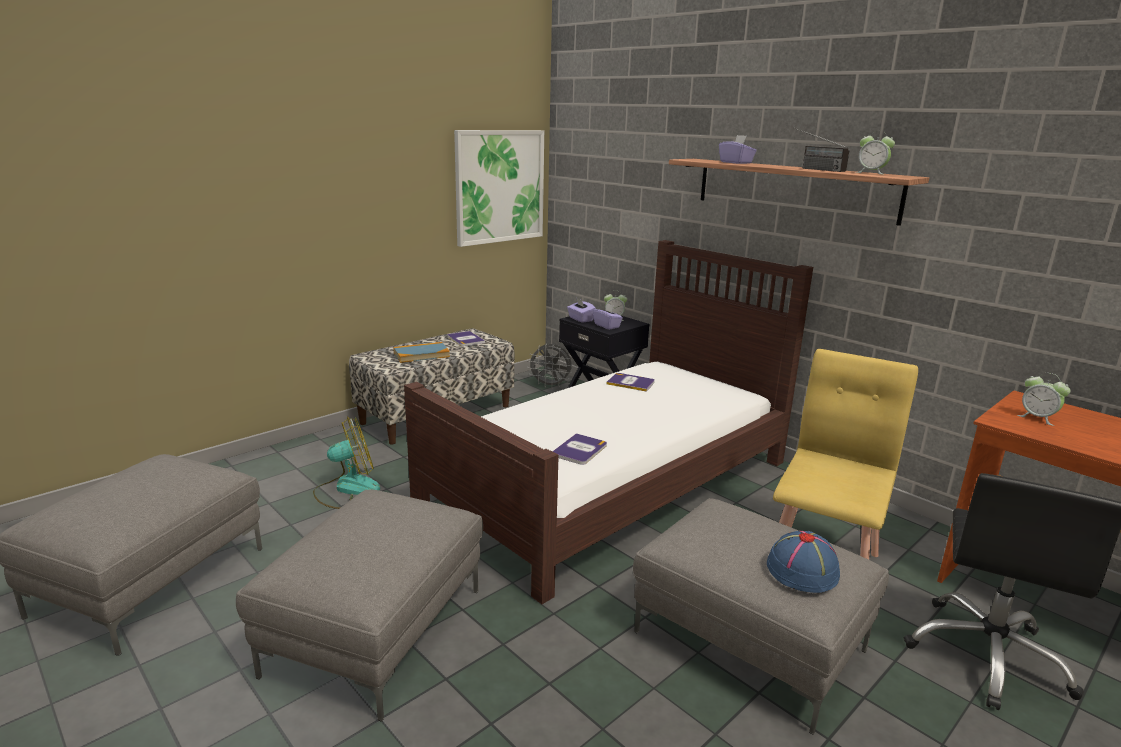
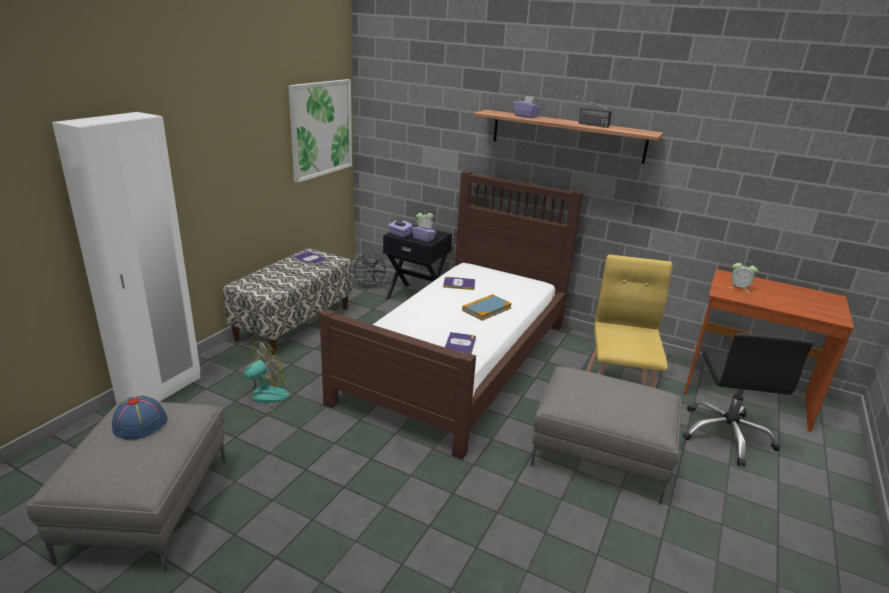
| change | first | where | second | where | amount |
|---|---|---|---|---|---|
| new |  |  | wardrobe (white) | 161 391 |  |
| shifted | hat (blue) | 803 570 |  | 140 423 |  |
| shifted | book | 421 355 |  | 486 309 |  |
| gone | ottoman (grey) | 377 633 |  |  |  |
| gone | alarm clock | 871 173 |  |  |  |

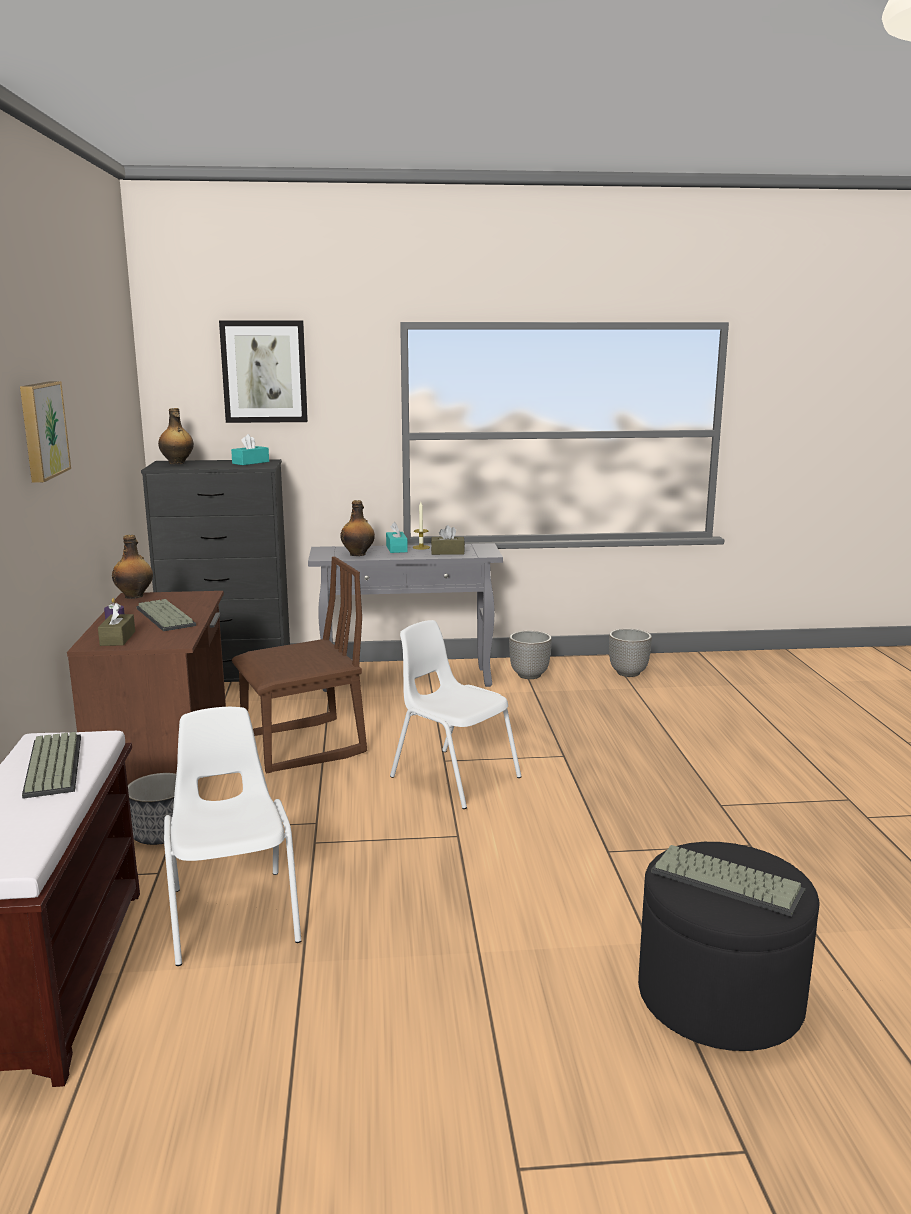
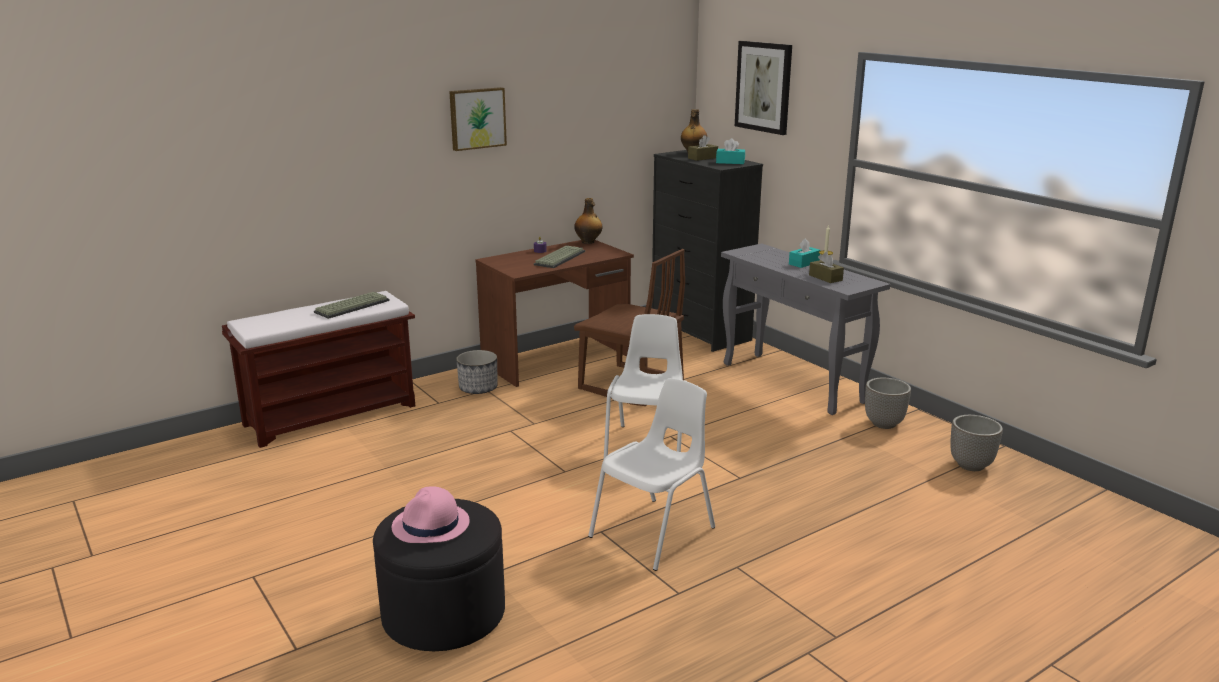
| change | first | where | second | where | amount |
|---|---|---|---|---|---|
| swapped | keyboard | 729 881 | hat (pink) | 431 525 |  |
| shifted | chair (white) | 233 914 |  | 655 532 |  |
| shifted | tissue box (brown) | 117 638 |  | 702 158 |  |
| gone | bottle | 358 554 |  |  |  |

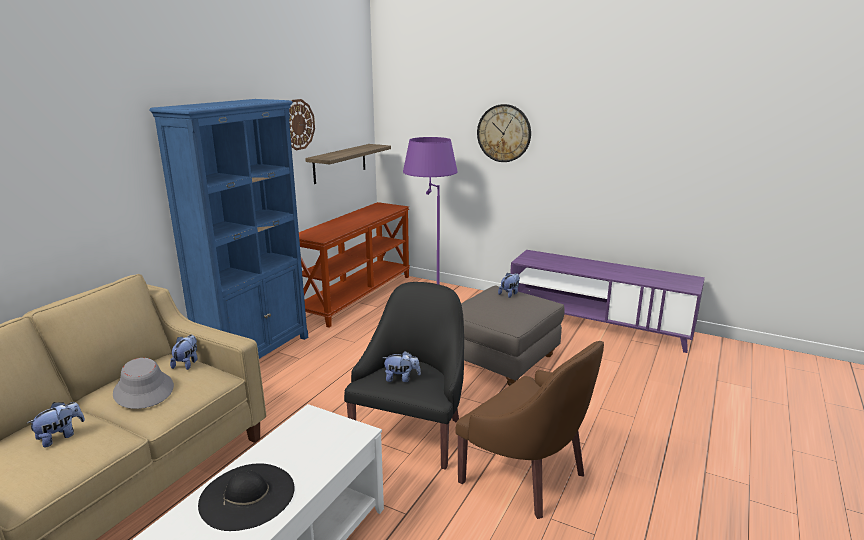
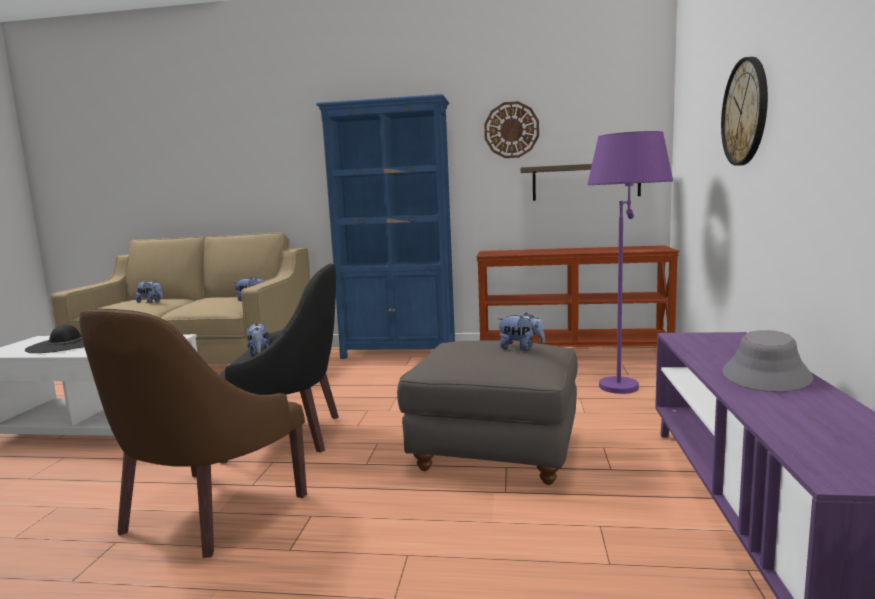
| change | first | where | second | where | amount |
|---|---|---|---|---|---|
| shifted | hat (grey) | 144 390 |  | 766 376 |  |

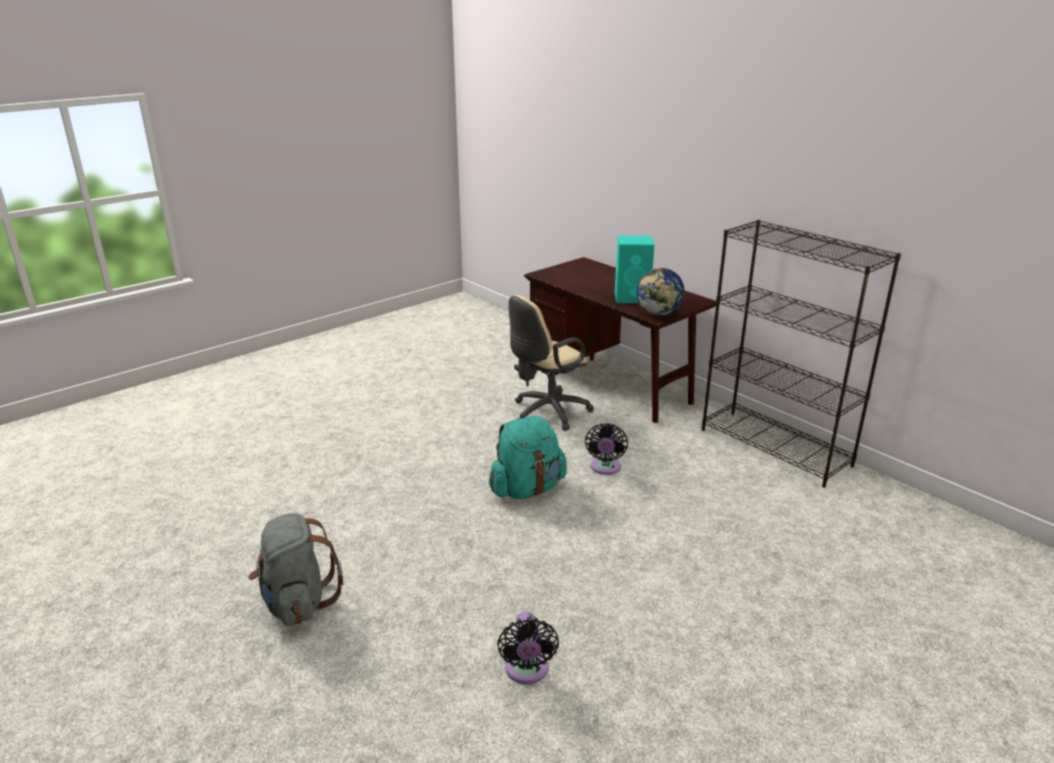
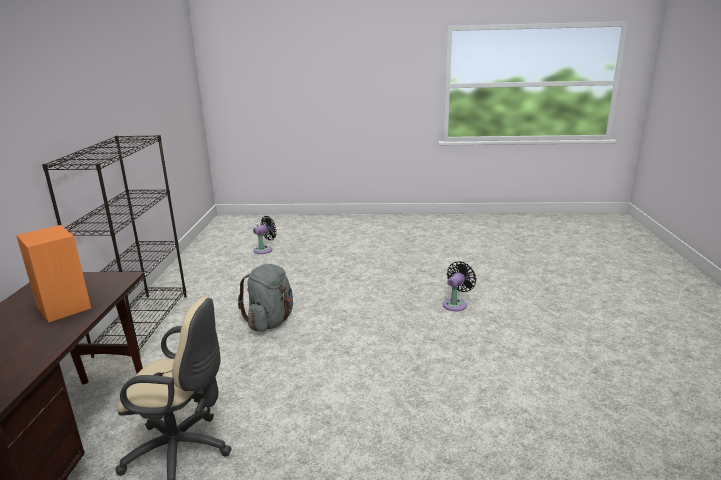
| change | first | where | second | where | amount |
|---|---|---|---|---|---|
| repainted | speaker (turquoise) | 633 297 | speaker (orange) | 63 307 |  |
| shifted | backpack (grey) | 297 602 |  | 271 322 |  |
| shifted | fan (black) | 605 468 |  | 265 250 |  |
| gone | backpack (turquoise) | 527 489 |  |  |  |
| gone | globe | 658 313 |  |  |  |

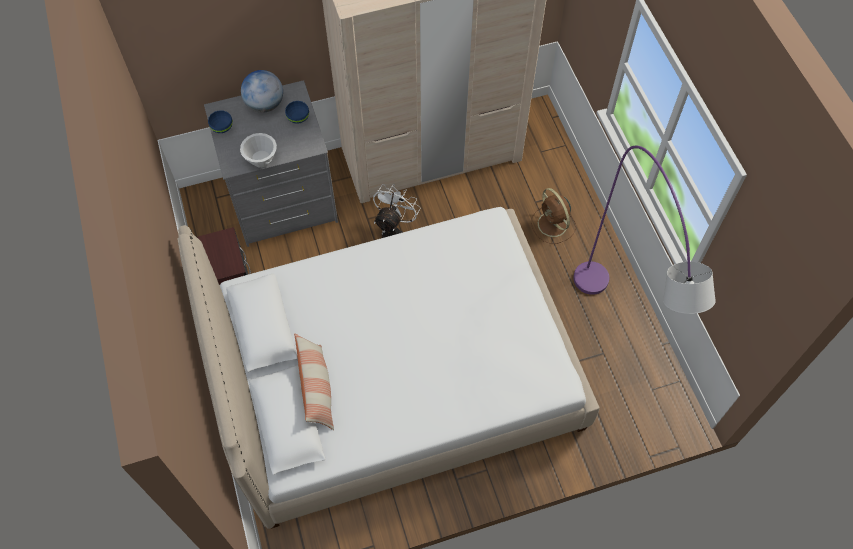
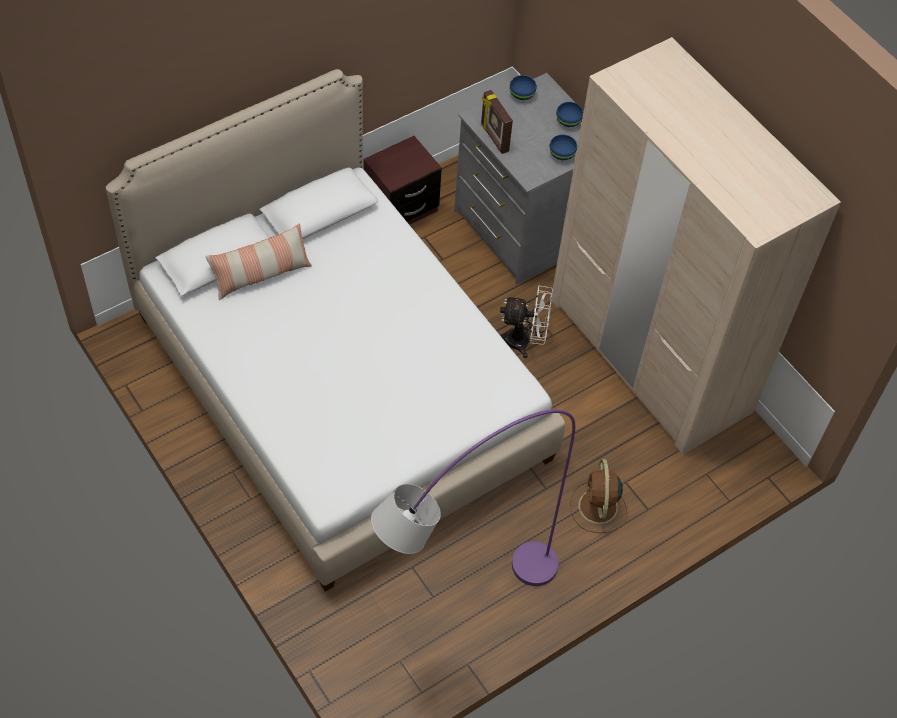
| change | first | where | second | where | amount |
|---|---|---|---|---|---|
| swapped | bowl (white) | 261 160 | picture frame | 494 138 |  |
| swapped | globe | 265 104 | bowl (blue) | 568 122 |  |
| rotated | fan (brown) | 553 225 |  | 598 508 | 45 degrees counterclockwise |

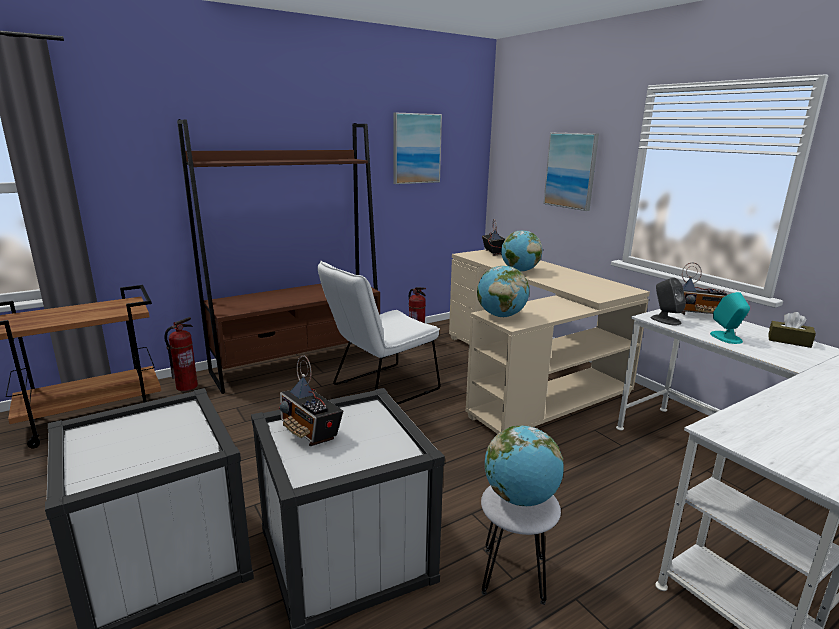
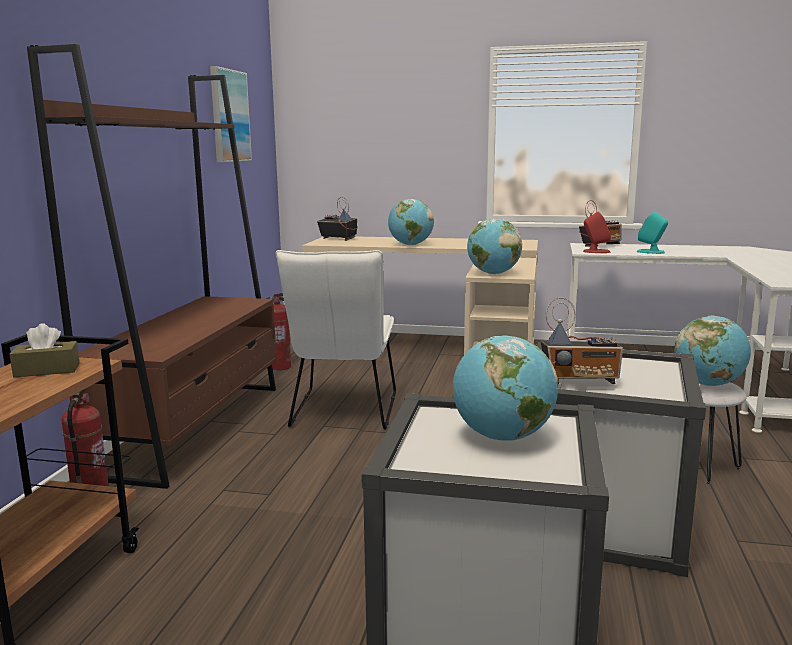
| change | first | where | second | where | amount |
|---|---|---|---|---|---|
| shifted | tissue box (brown) | 789 341 |  | 47 370 |  |
| new |  |  | globe | 502 437 |  |
| repainted | speaker (grey) | 665 320 | speaker (red) | 596 251 |  |
| gone | picture | 571 170 |  |  |  |

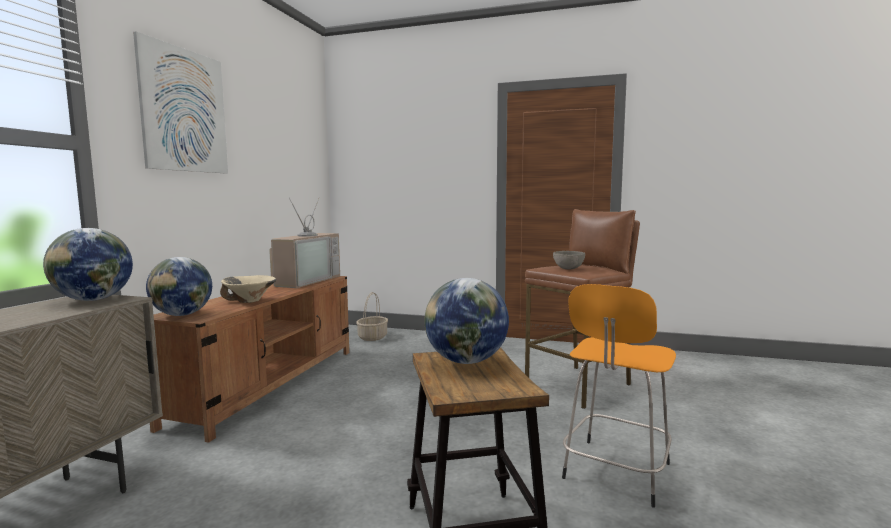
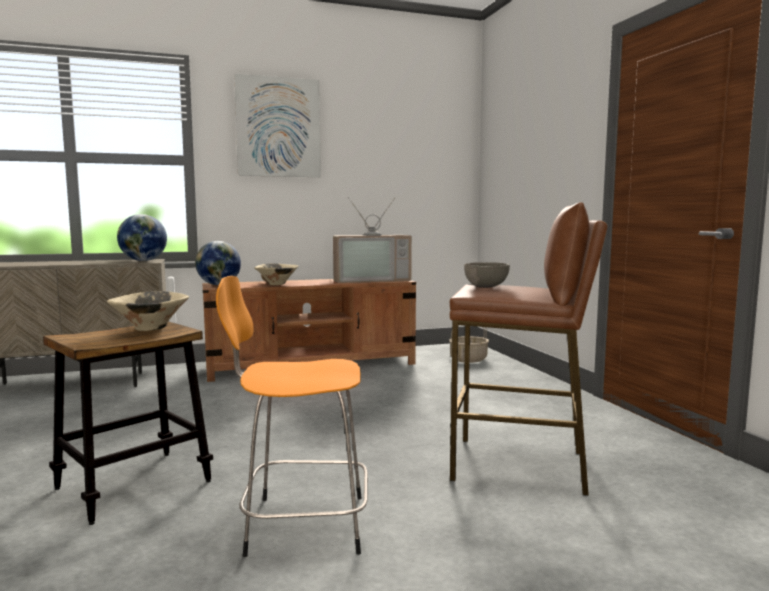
| change | first | where | second | where | amount |
|---|---|---|---|---|---|
| swapped | globe | 466 361 | bowl (beige) | 150 329 |  |

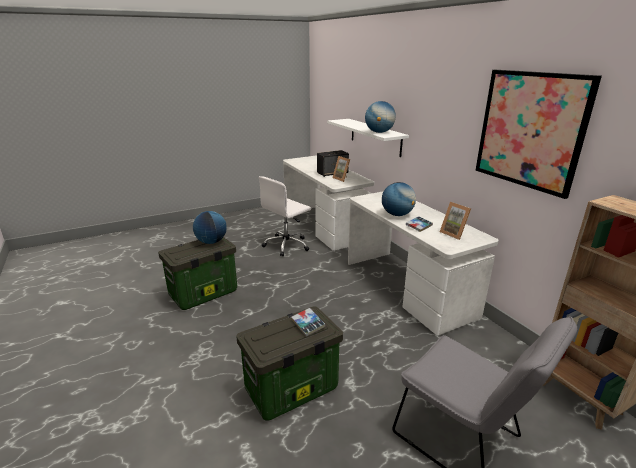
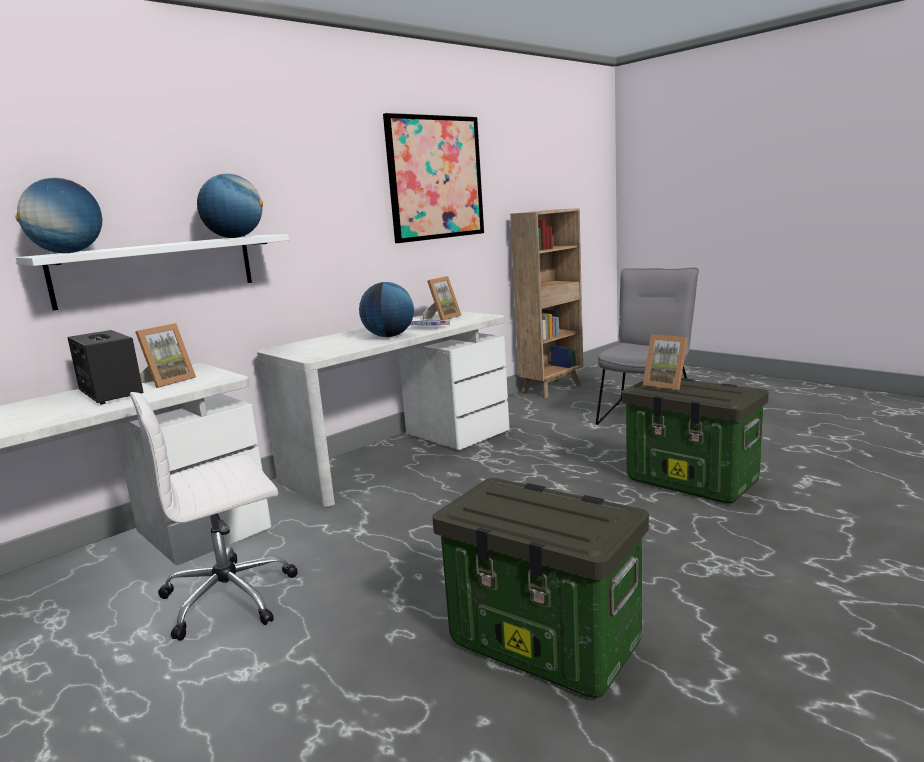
| change | first | where | second | where | amount |
|---|---|---|---|---|---|
| shifted | globe | 211 242 |  | 69 253 |  |
| rotated | office chair (white) | 287 245 |  | 231 596 | 120 degrees clockwise |
| swapped | book | 308 324 | picture frame | 666 384 |  |

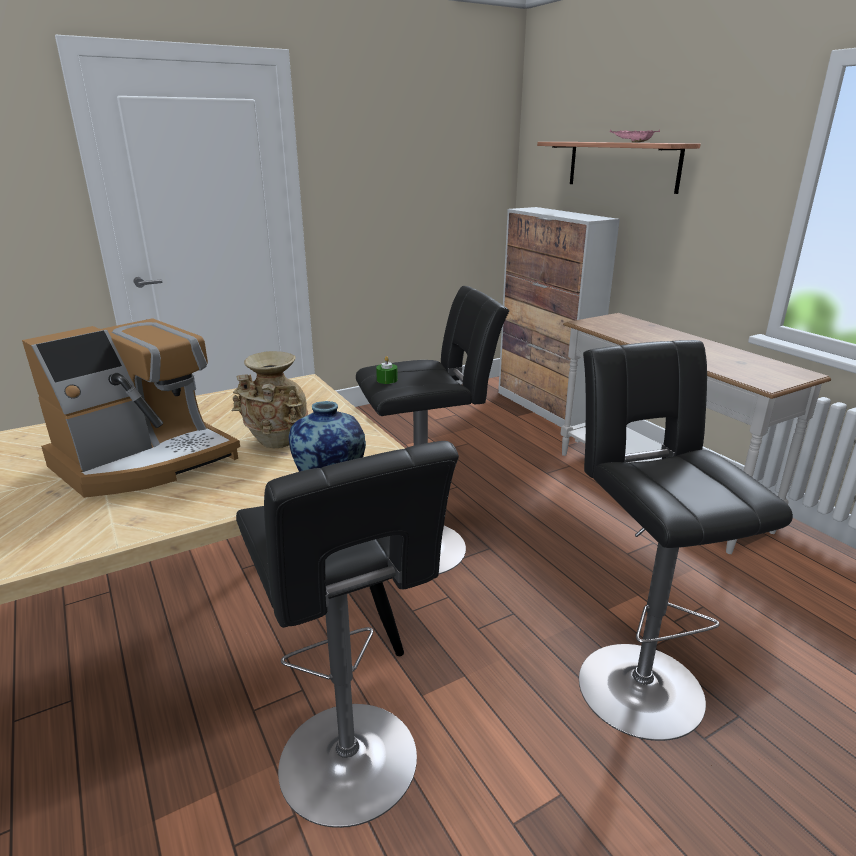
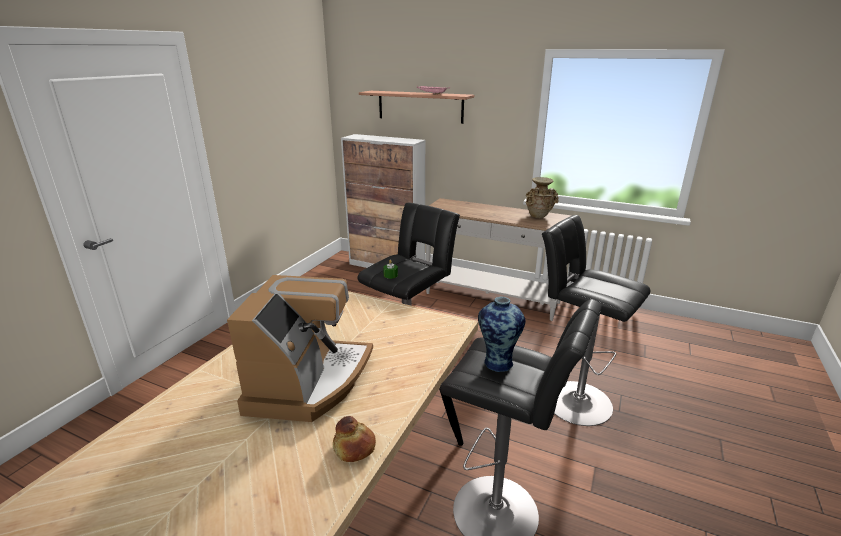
| change | first | where | second | where | amount |
|---|---|---|---|---|---|
| new |  |  | bread | 354 448 |  |
| shifted | vase (beige) | 276 443 |  | 539 216 |  |

